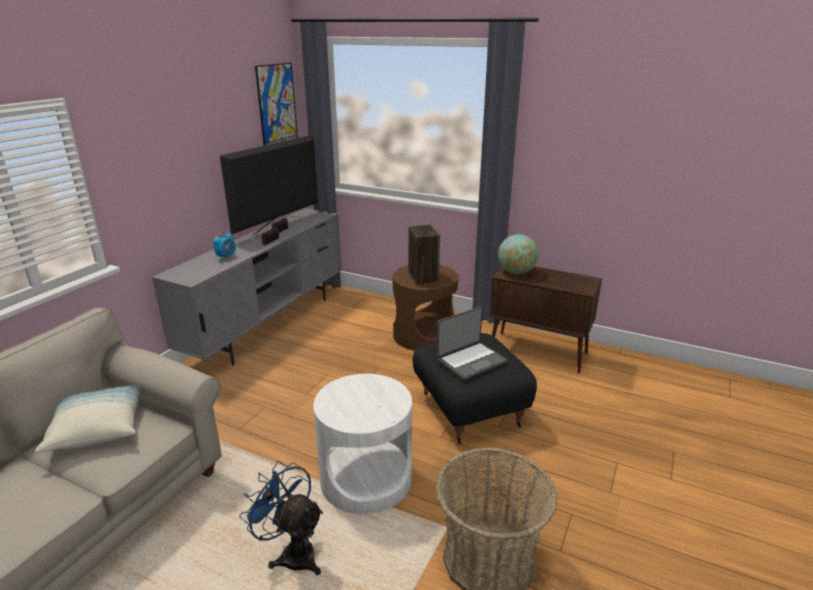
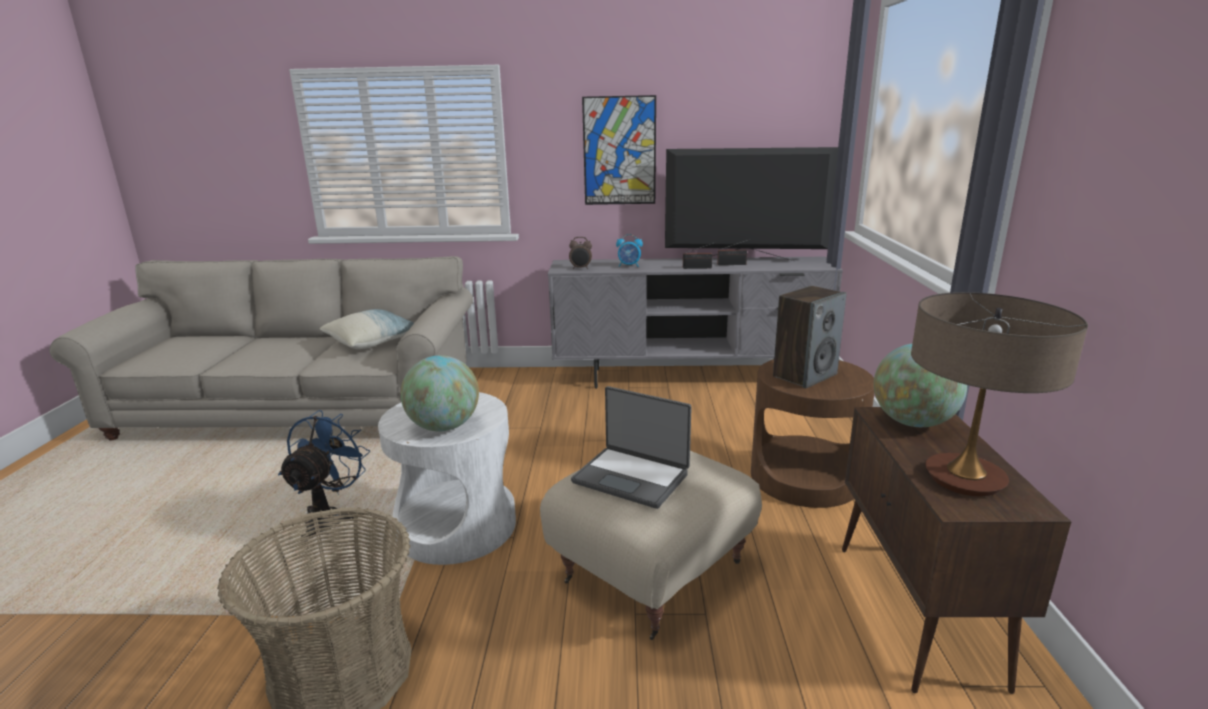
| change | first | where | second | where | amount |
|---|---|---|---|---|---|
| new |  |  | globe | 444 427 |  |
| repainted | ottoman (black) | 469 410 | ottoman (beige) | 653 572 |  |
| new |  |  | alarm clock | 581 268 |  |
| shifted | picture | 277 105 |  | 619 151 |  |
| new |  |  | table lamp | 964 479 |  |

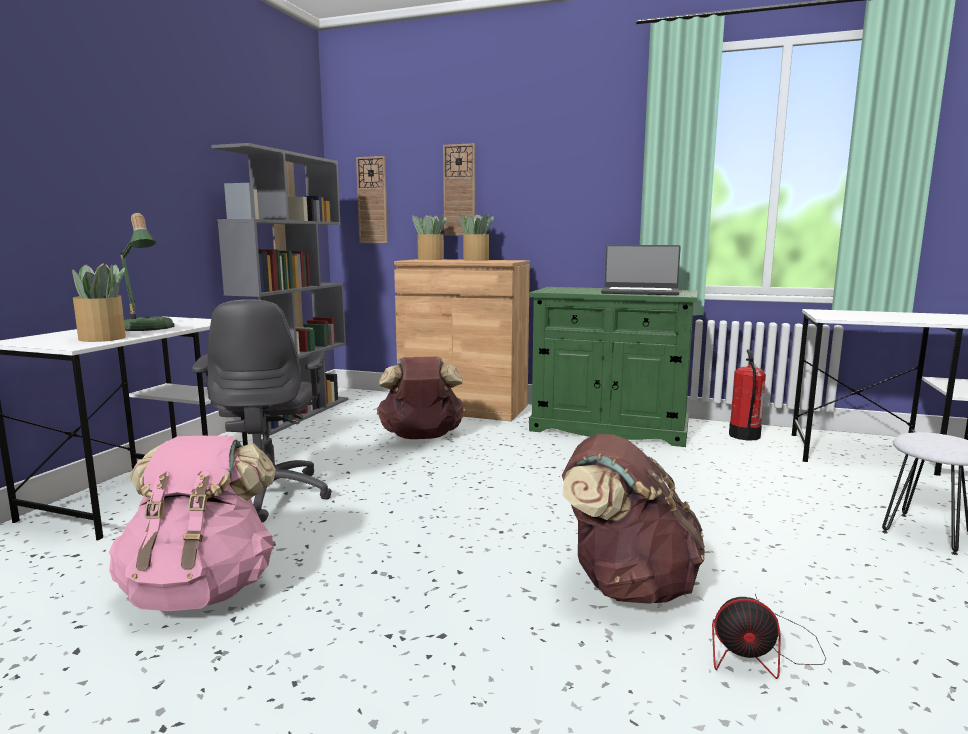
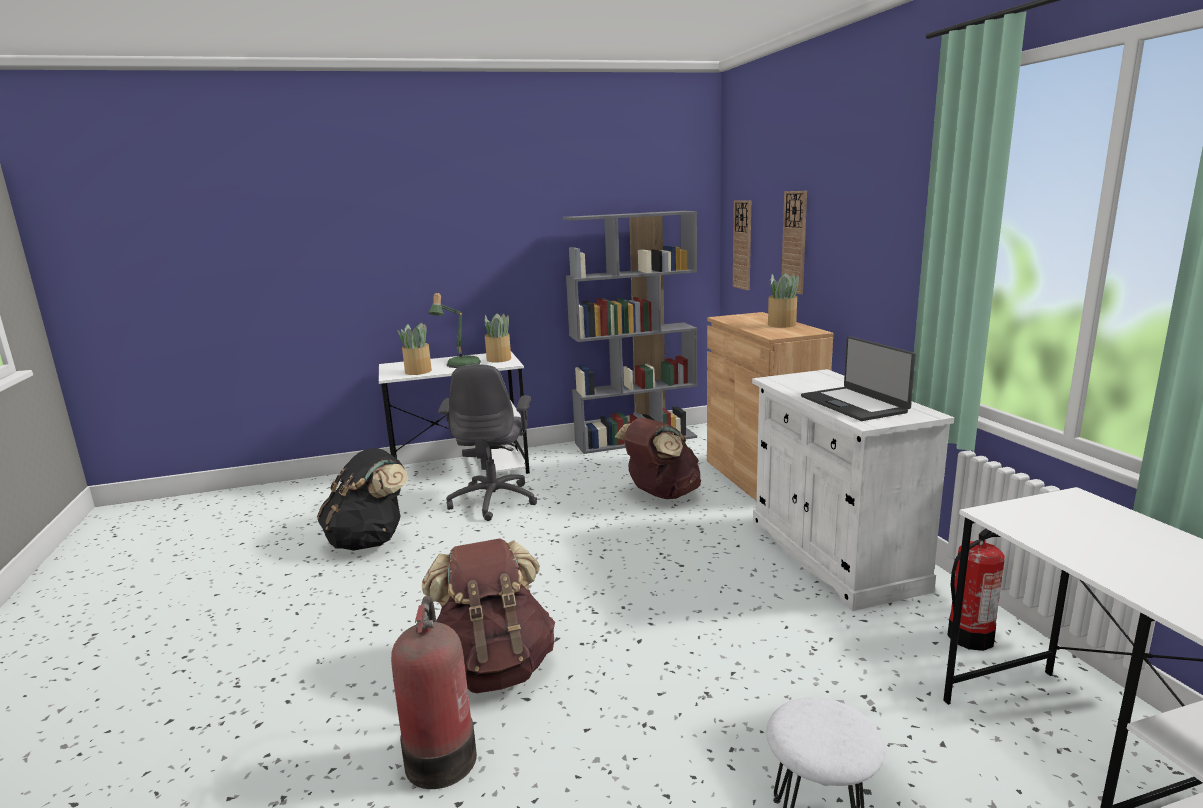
| change | first | where | second | where | amount |
|---|---|---|---|---|---|
| repainted | backpack (pink) | 201 590 | backpack (black) | 370 541 |  |
| swapped | fan | 761 653 | fire extinguisher | 441 755 |  |
| rotated | office chair (grey) | 271 495 |  | 494 500 | 45 degrees counterclockwise |
| shifted | potted plant | 430 259 |  | 499 359 |  |
| repainted | cabinet (green) | 609 428 | cabinet (white) | 833 555 |  |

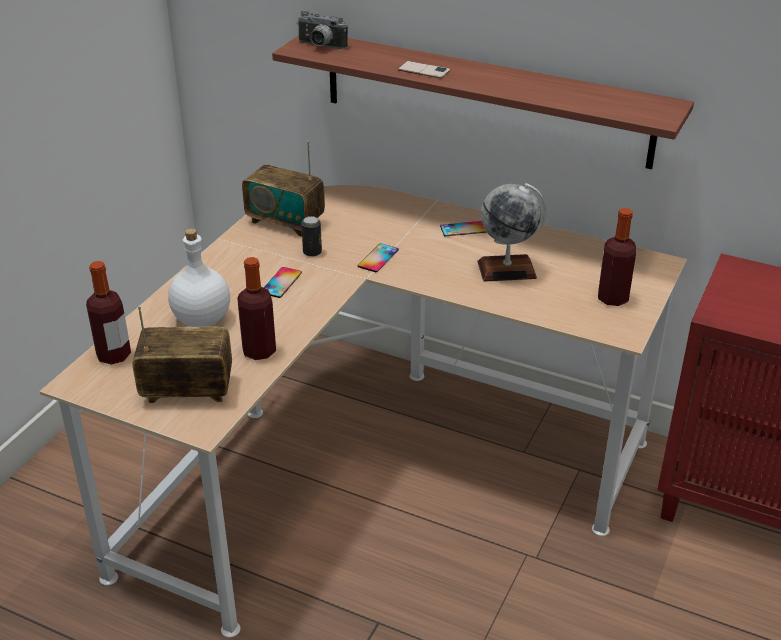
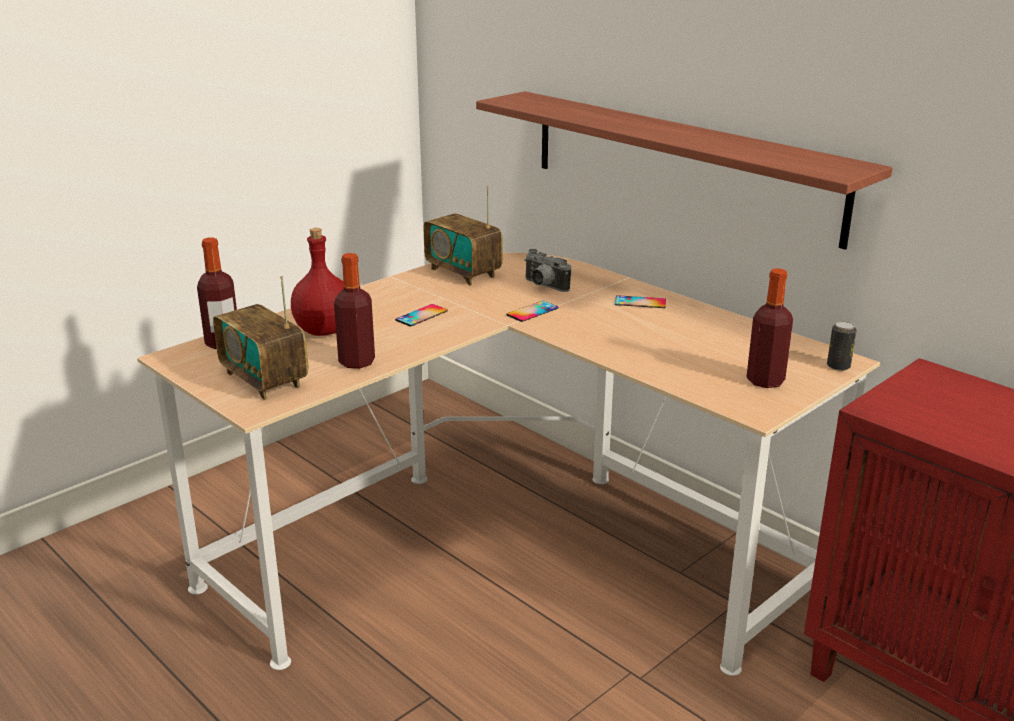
| change | first | where | second | where | amount |
|---|---|---|---|---|---|
| rotated | radio | 187 391 |  | 264 380 | 150 degrees counterclockwise |
| repainted | bottle (white) | 201 319 | bottle (red) | 324 330 |  |
| shifted | photo camera | 320 46 |  | 543 286 |  |
| shifted | can | 312 252 |  | 838 366 |  |
| gone | phone | 424 70 |  |  |  |
| gone | globe | 507 269 |  |  |  |

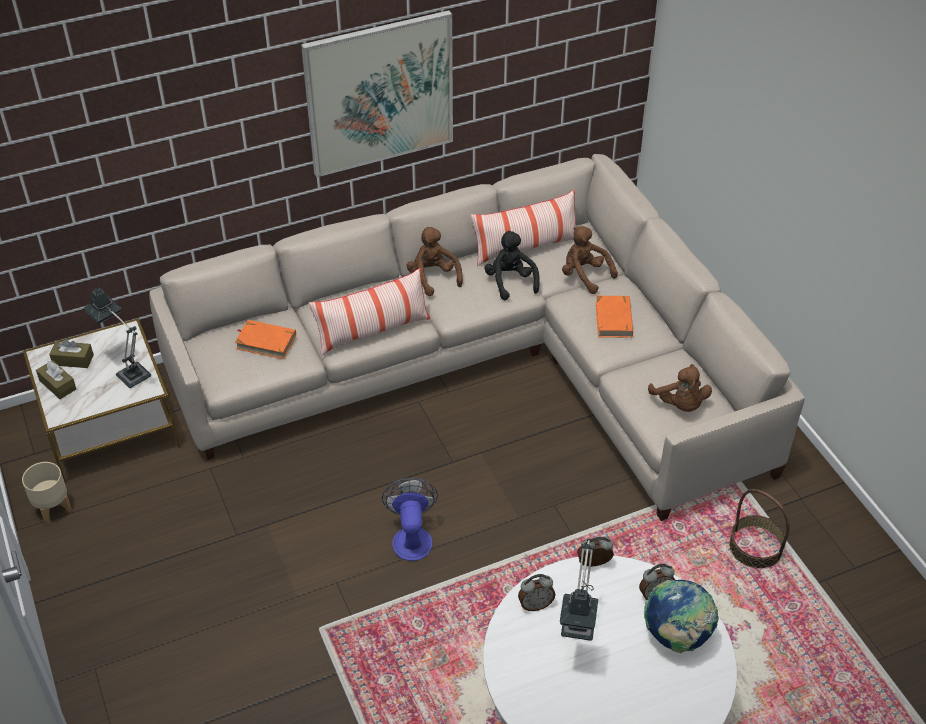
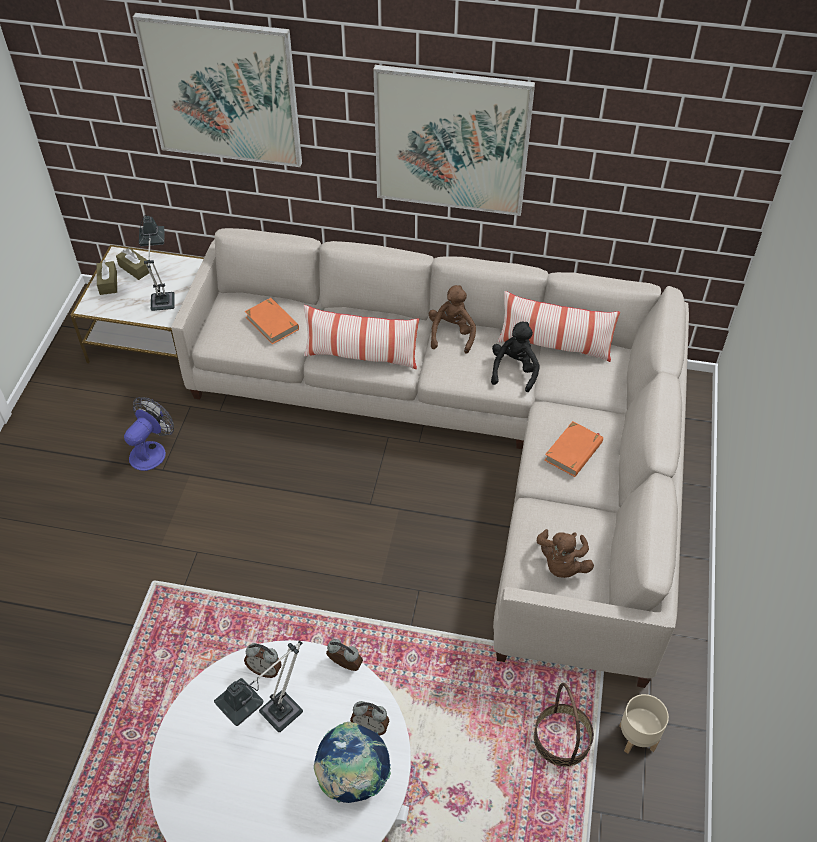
| change | first | where | second | where | amount |
|---|---|---|---|---|---|
| shifted | fan | 411 537 |  | 152 451 |  |
| new |  |  | picture | 222 91 |  |
| shifted | planter (beige) | 53 508 |  | 638 737 |  |
| gone | plush toy (brown) | 584 275 |  |  |  |

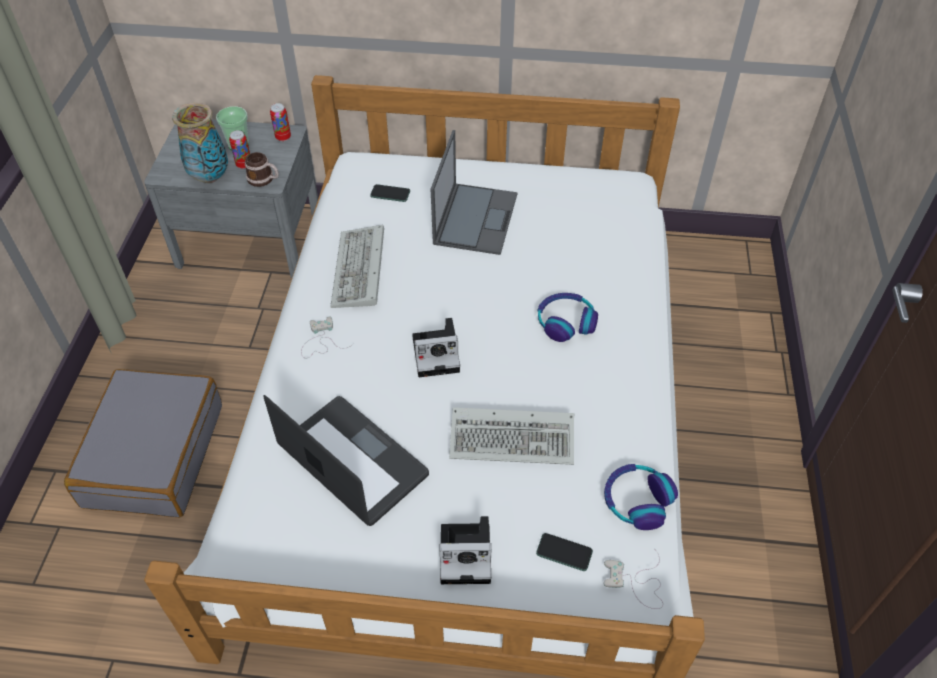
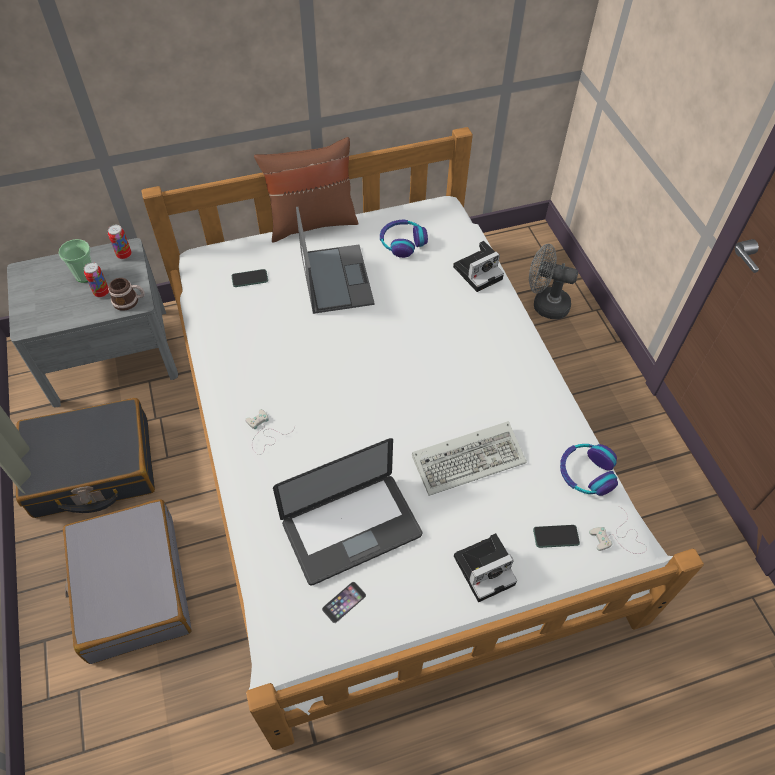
| change | first | where | second | where | amount |
|---|---|---|---|---|---|
| new |  |  | suitcase (black) | 92 468 |  |
| new |  |  | pillow (brown) | 311 222 |  |
| rotated | laptop | 353 461 |  | 351 529 | 135 degrees clockwise |
| new |  |  | phone | 344 602 |  |
| shifted | headphones | 565 322 |  | 402 242 |  |
| shifted | photo camera | 438 353 |  | 478 272 |  |
| new |  |  | fan (grey) | 544 304 |  |
| gone | vase | 210 177 |  |  |  |
| gone | keyboard | 360 272 |  |  |  |

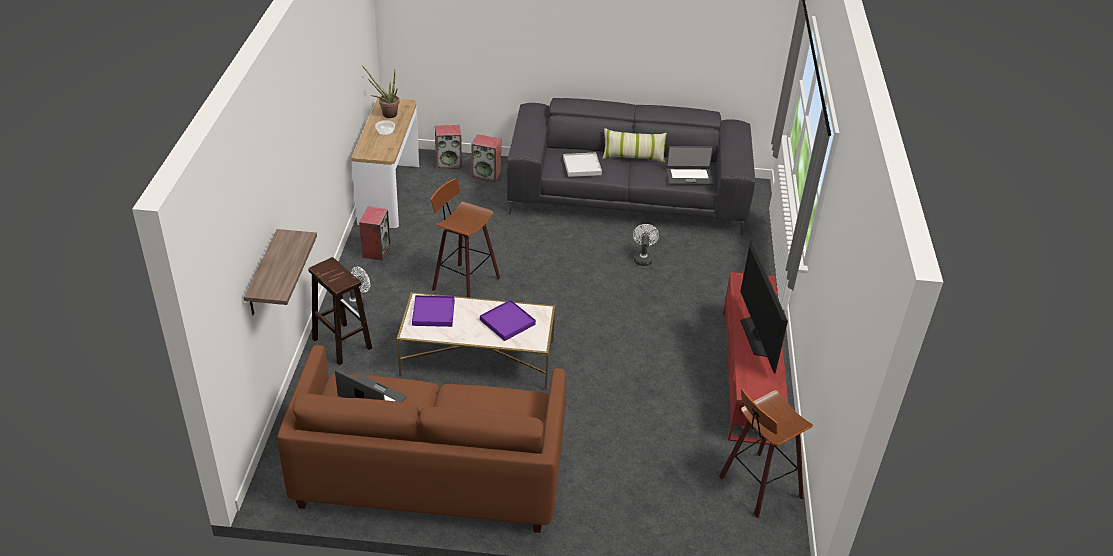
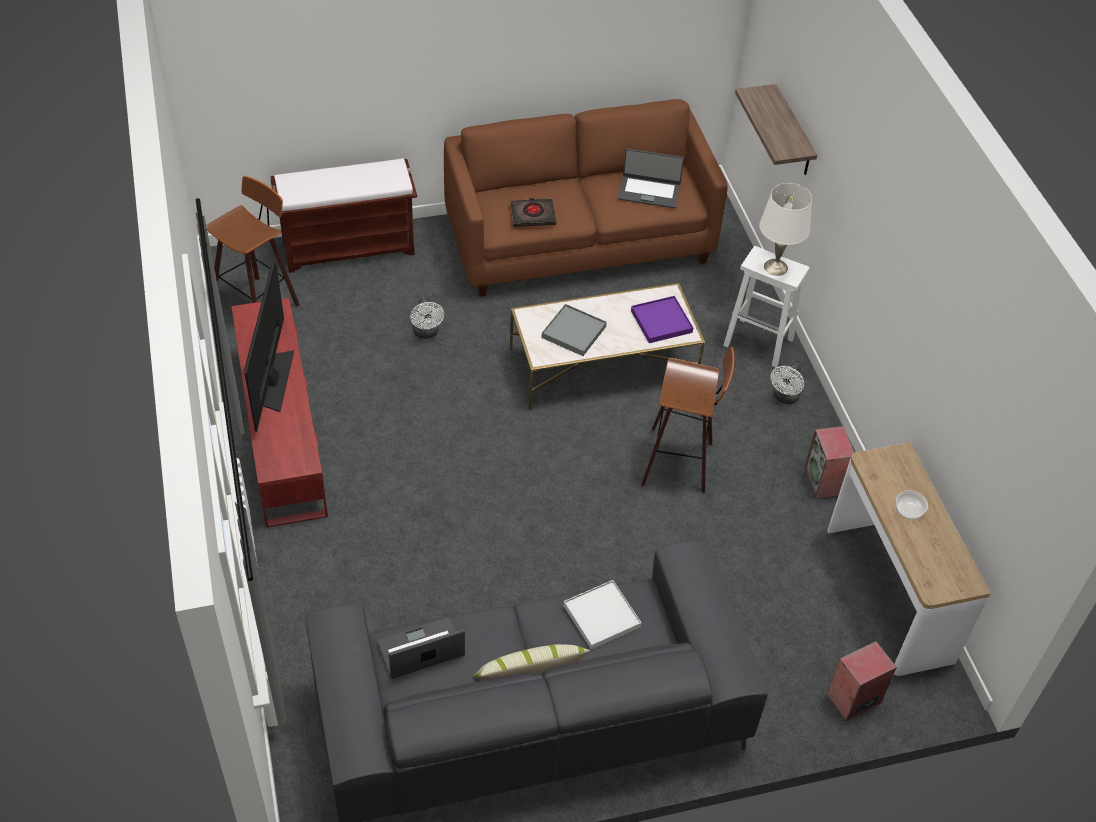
| change | first | where | second | where | amount |
|---|---|---|---|---|---|
| rotated | television | 757 336 |  | 273 380 | 150 degrees counterclockwise |
| new |  |  | bench (brown) | 349 247 |  |
| shifted | fan (white) | 643 258 |  | 427 333 |  |
| new |  |  | book (black) | 533 215 |  |
| repainted | tray (purple) | 507 322 | tray (grey) | 573 332 |  |
| repainted | stool (brown) | 341 343 | stool (white) | 759 342 |  |
| new |  |  | table lamp (white) | 775 267 |  |
| gone | potted plant | 386 114 |  |  |  |
| gone | speaker | 486 174 |  |  |  |

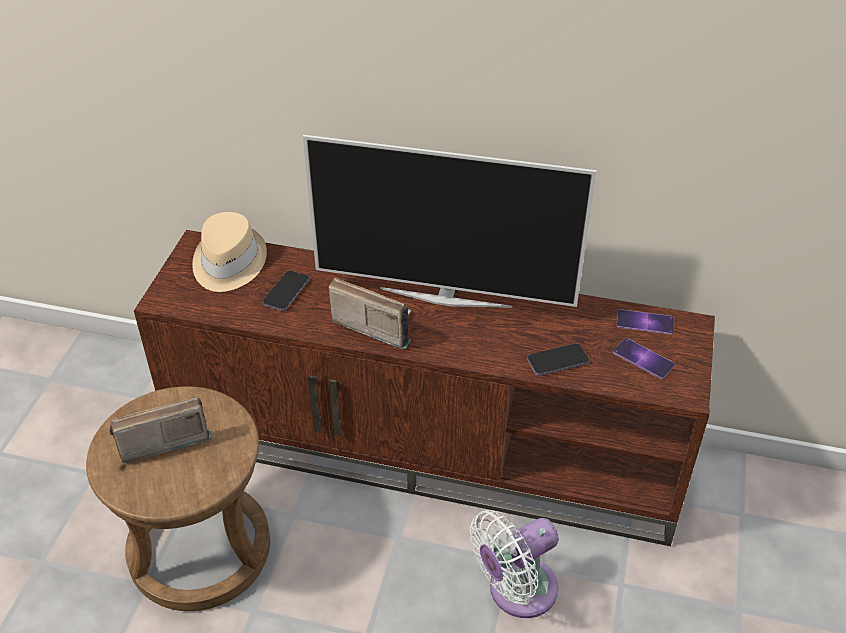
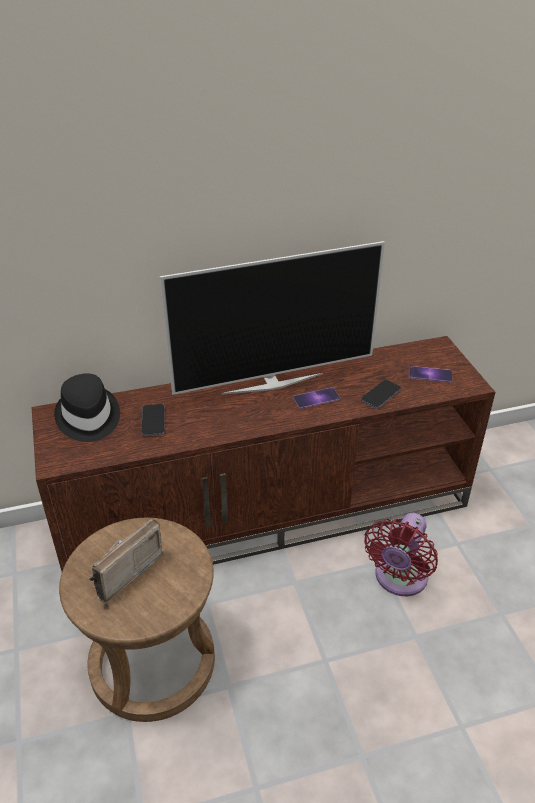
| change | first | where | second | where | amount |
|---|---|---|---|---|---|
| repainted | hat (beige) | 228 262 | hat (black) | 88 417 |  |
| shifted | phone | 645 322 |  | 316 398 |  |
| repainted | fan (white) | 516 591 | fan (red) | 399 579 |  |
| gone | radio | 374 324 |  |  |  |

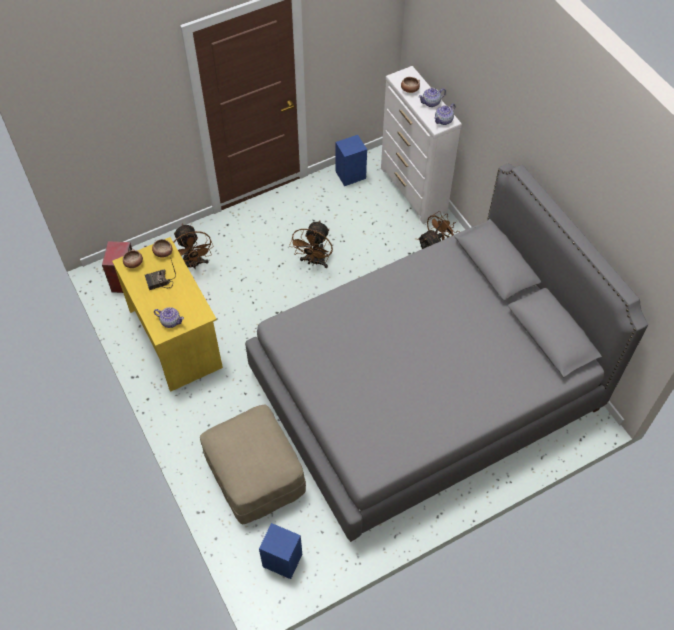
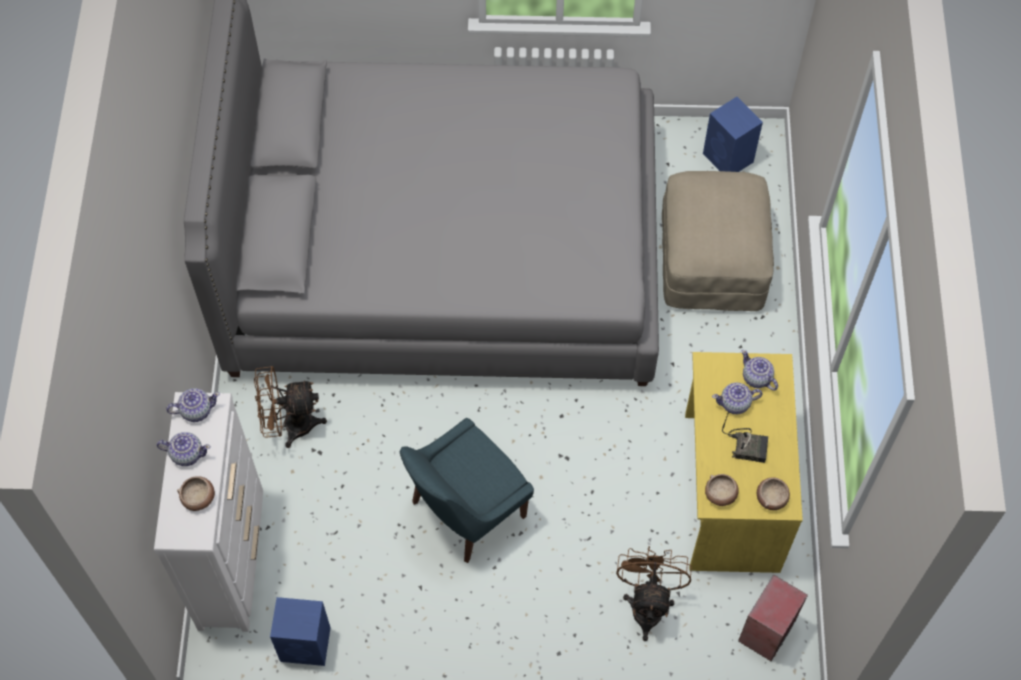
| change | first | where | second | where | amount |
|---|---|---|---|---|---|
| swapped | fan (brown) | 314 261 | chair (blue) | 465 512 |  |
| new |  |  | teapot | 735 403 |  |

